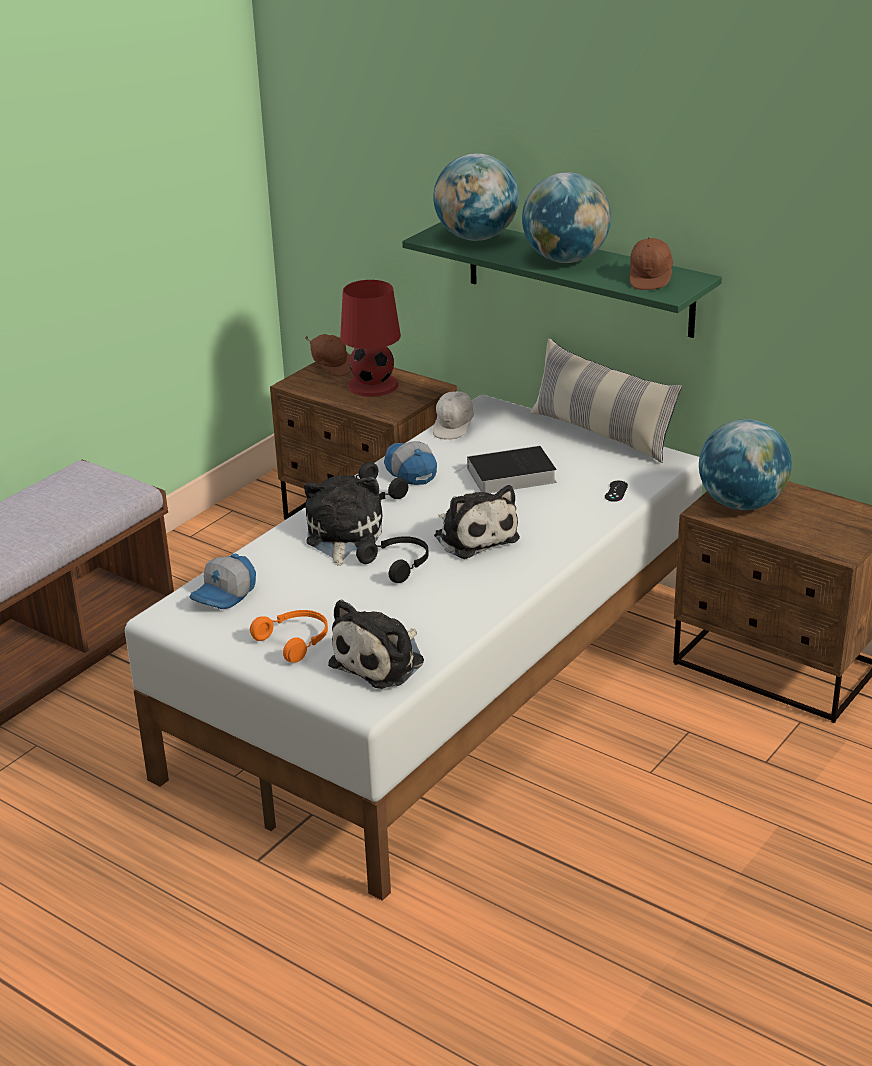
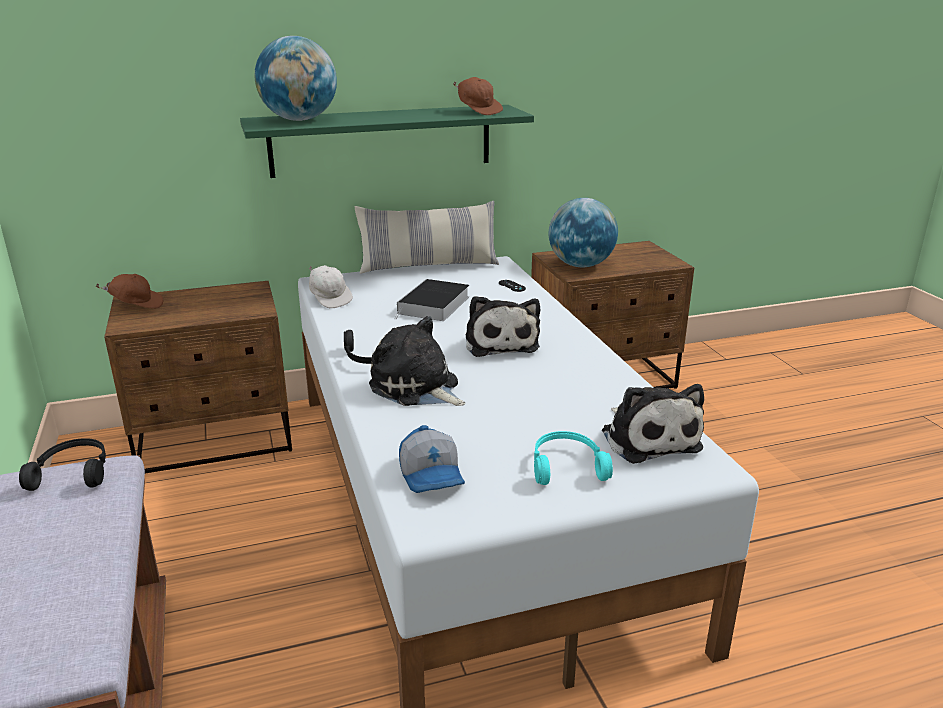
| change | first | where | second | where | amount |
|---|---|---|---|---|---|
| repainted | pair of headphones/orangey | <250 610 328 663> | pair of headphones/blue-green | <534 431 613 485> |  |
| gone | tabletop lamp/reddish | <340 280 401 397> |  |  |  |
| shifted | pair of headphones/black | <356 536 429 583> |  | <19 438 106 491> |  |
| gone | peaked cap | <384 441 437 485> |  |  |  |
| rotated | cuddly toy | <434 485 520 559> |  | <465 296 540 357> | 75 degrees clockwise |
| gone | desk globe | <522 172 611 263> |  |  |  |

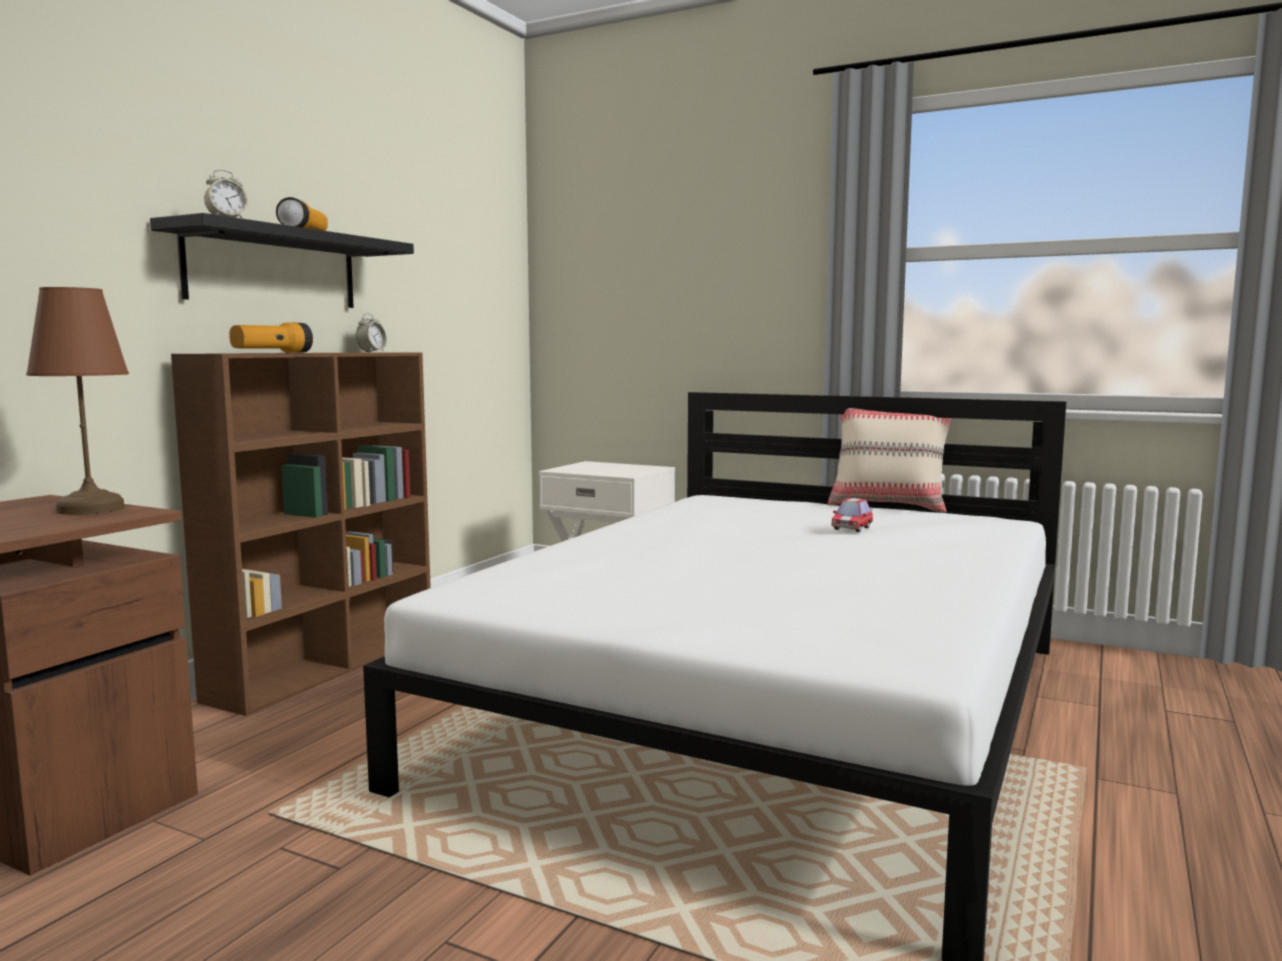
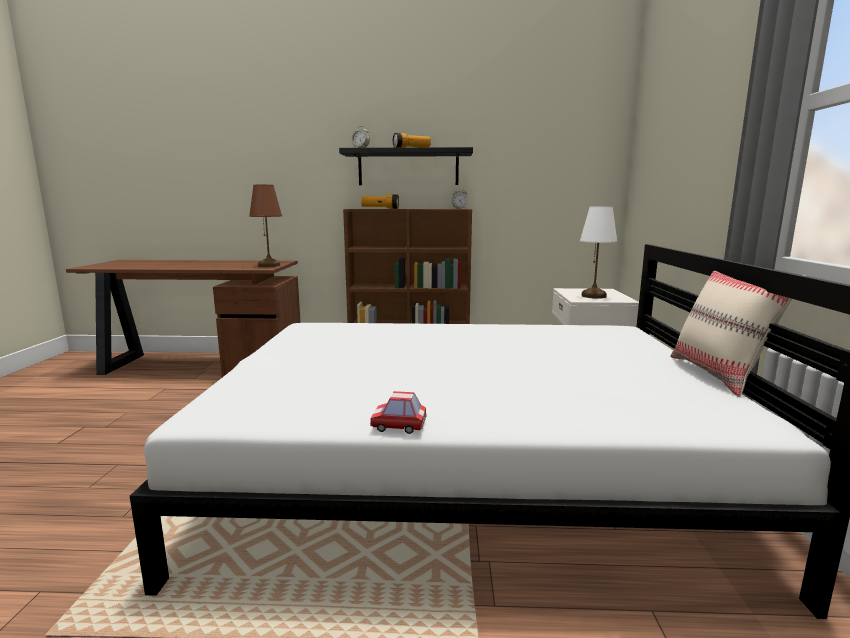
| change | first | where | second | where | amount |
|---|---|---|---|---|---|
| shifted | miniature car | <831 498 873 532> |  | <370 391 426 434> |  |
| new |  |  | tabletop lamp/white | <580 206 617 299> |  |

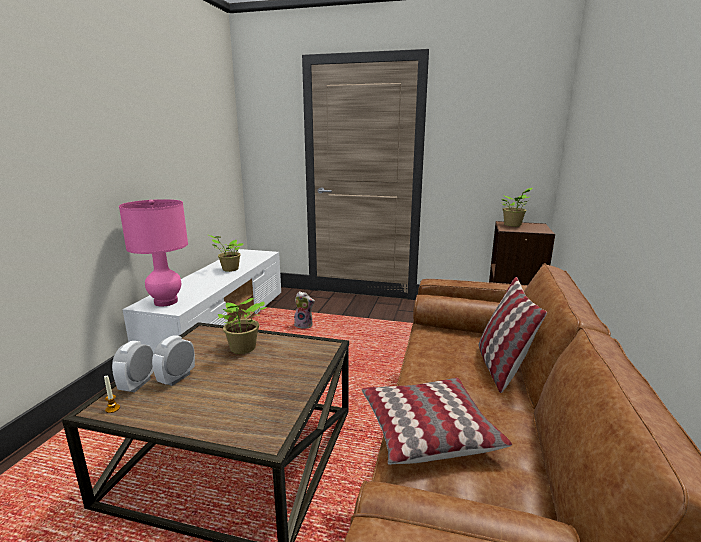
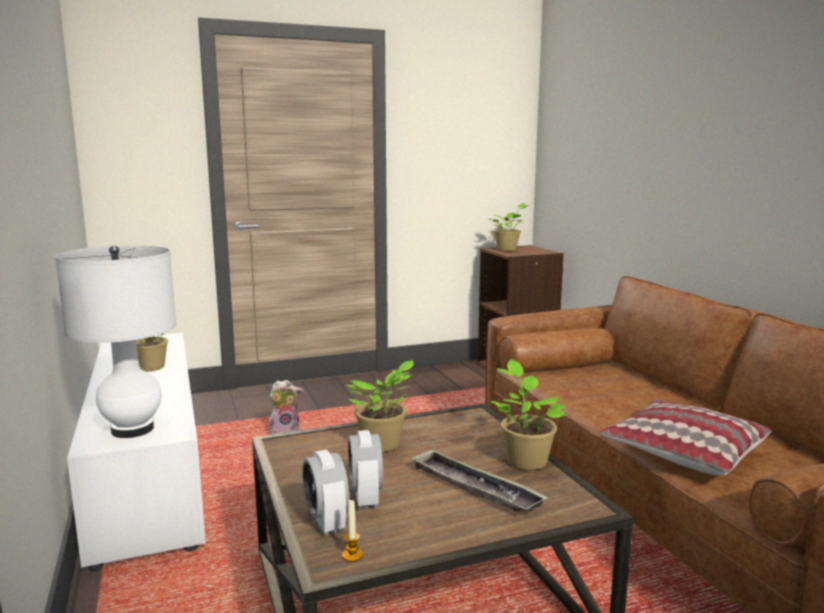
| change | first | where | second | where | amount |
|---|---|---|---|---|---|
| repainted | tabletop lamp/pink | <119 199 188 307> | tabletop lamp/white | <56 245 177 438> |  |
| gone | cushion | <479 277 547 393> |  |  |  |
| new |  |  | tray | <410 449 548 512> |  |
| new |  |  | potted plant | <490 359 565 470> |  |

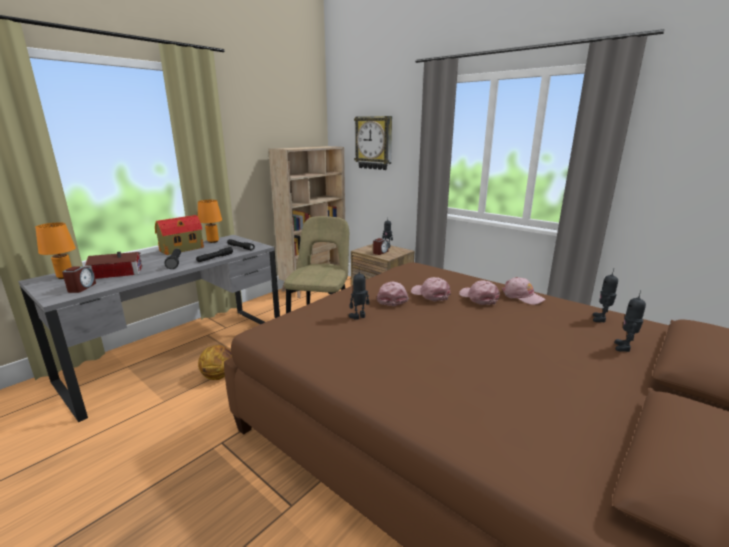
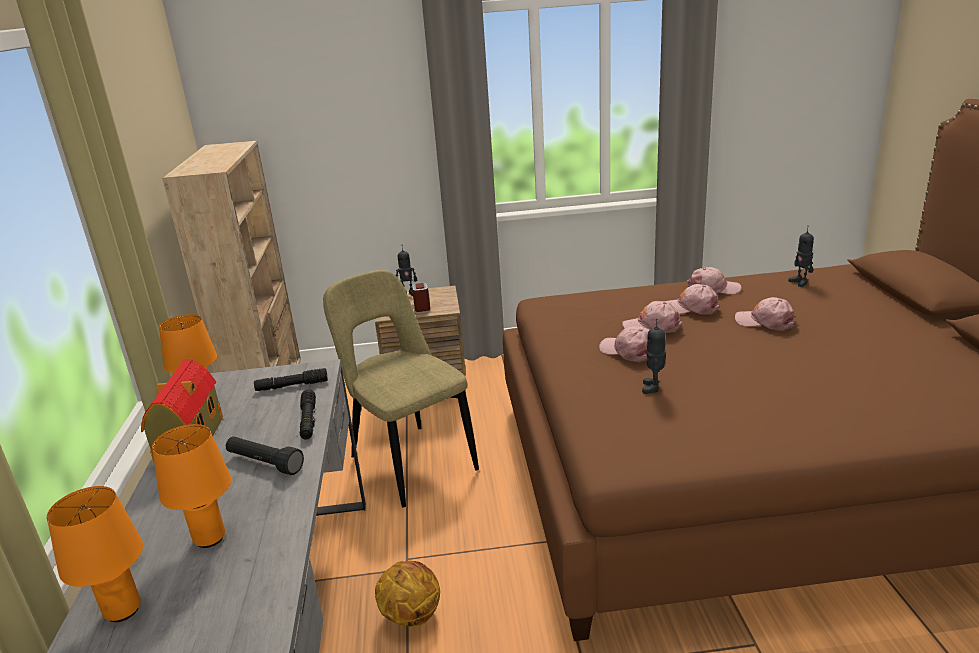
| change | first | where | second | where | amount |
|---|---|---|---|---|---|
| gone | bedside clock | <62 266 96 293> |  |  |  |
| swapped | miniature house | <85 252 142 279> | tabletop lamp/orangey | <152 424 231 548> |  |
| gone | wall clock | <354 116 392 170> |  |  |  |
| gone | robot figure | <614 290 646 352> |  |  |  |
| new |  |  | peaked cap/pink | <735 297 796 331> |  |

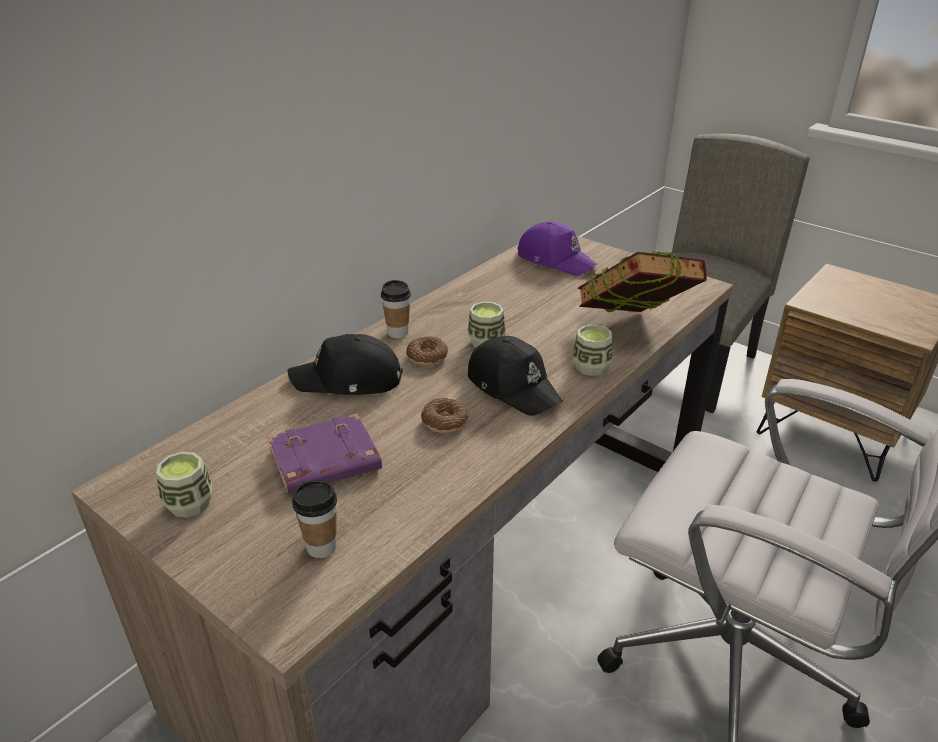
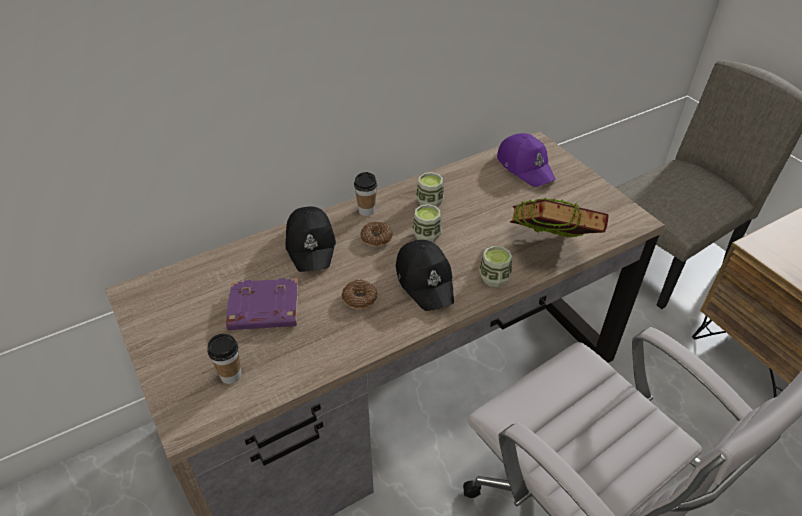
| change | first | where | second | where | amount |
|---|---|---|---|---|---|
| shifted | cup | <156 452 212 518> |  | <416 172 444 207> |  |
| rotated | peaked cap/black | <288 334 403 395> |  | <285 207 336 272> | 120 degrees counterclockwise |

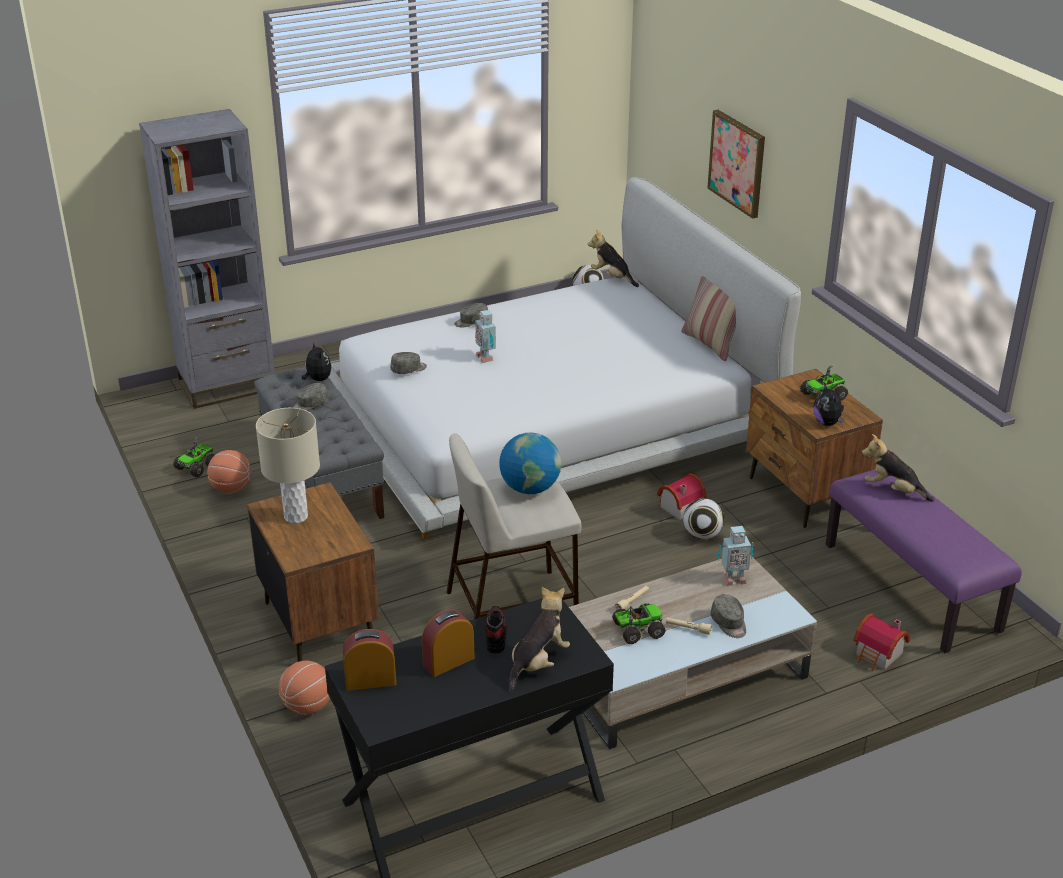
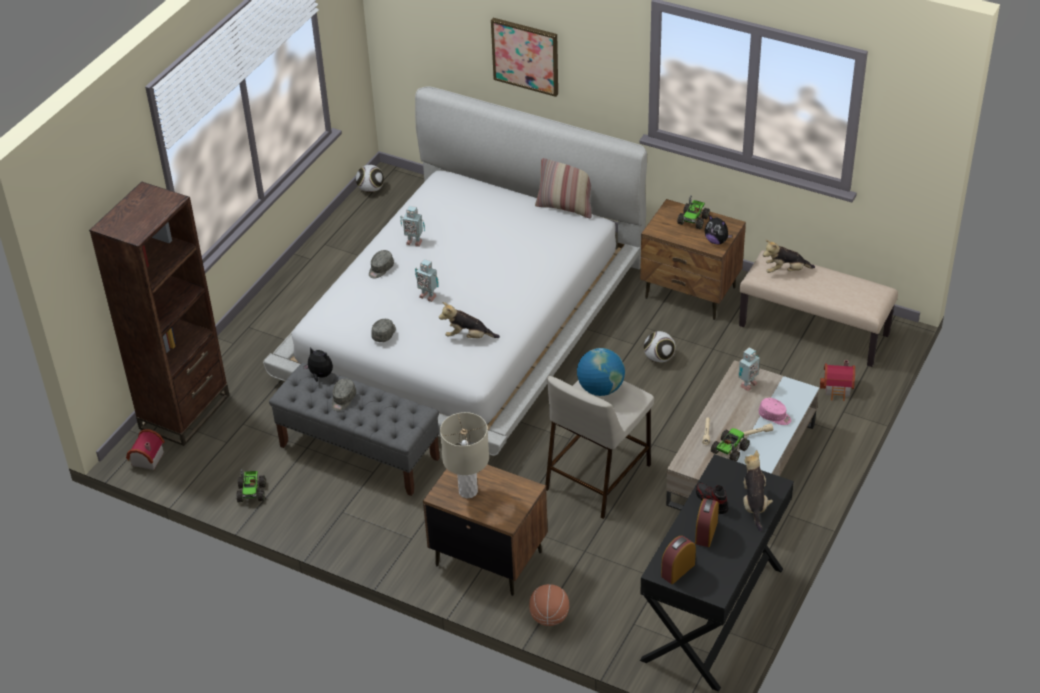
| change | first | where | second | where | amount |
|---|---|---|---|---|---|
| repainted | bookcase/gray | <139 109 275 409> | bookcase/brownish | <89 181 229 446> |  |
| gone | basketball | <207 450 251 493> |  |  |  |
| shifted | cuddly toy | <588 230 639 287> |  | <439 302 500 338> |  |
| shifted | miniature house | <657 473 706 520> |  | <126 429 165 470> |  |
| repainted | peaked cap/gray | <711 594 746 638> | peaked cap/pink | <759 398 791 425> |  |
| repainted | bench/purple-coloured | <826 469 1022 654> | bench/beige-coloured | <739 250 898 367> |  |
| new |  |  | robot figure | <400 206 425 247> |  |

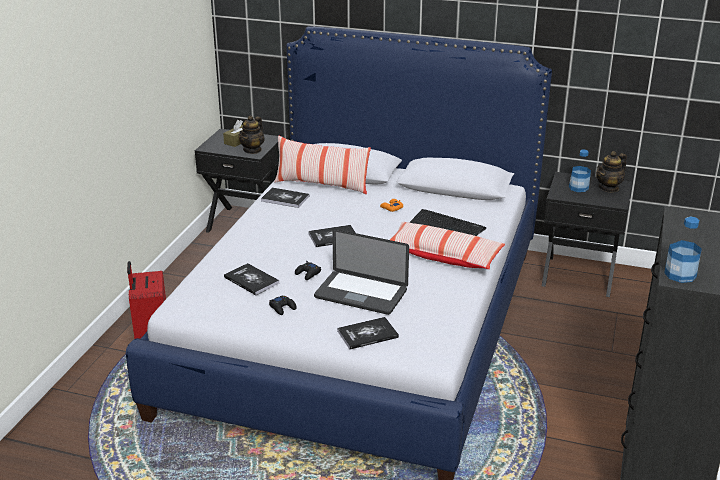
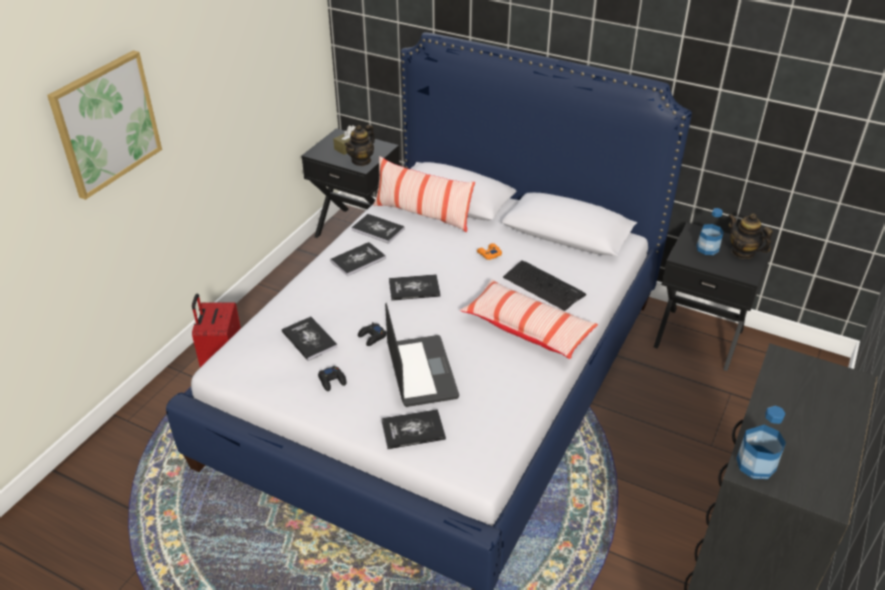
| change | first | where | second | where | amount |
|---|---|---|---|---|---|
| rotated | laptop | <314 229 409 315> |  | <385 303 459 407> | 135 degrees counterclockwise |
| rotated | pot for tea | <596 151 627 193> |  | <728 213 773 259> | 75 degrees clockwise |
| new |  |  | wall picture | <47 50 162 200> |  |
| new |  |  | volume | <330 242 386 276> |  |

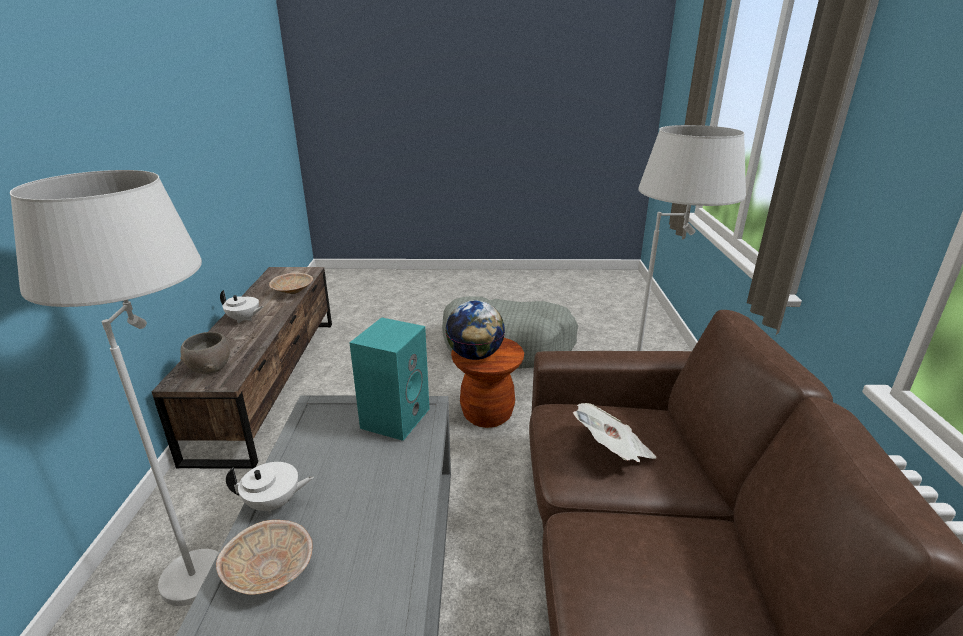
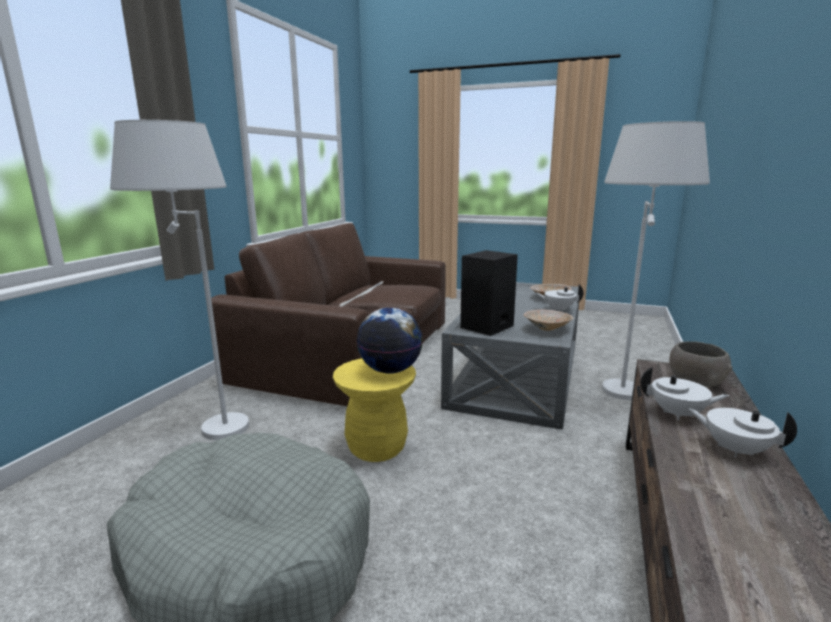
| change | first | where | second | where | amount |
|---|---|---|---|---|---|
| shifted | serving bowl/beige-coloured | <269 273 313 294> |  | <524 310 574 331> |  |
| repainted | audio speaker/blue-green | <350 317 430 441> | audio speaker/black | <460 250 518 336> |  |
| repainted | stool seat/brownish | <451 338 524 428> | stool seat/yellowish | <333 358 416 462> |  |
| new |  |  | pot for tea/white | <641 367 730 421> |  |

